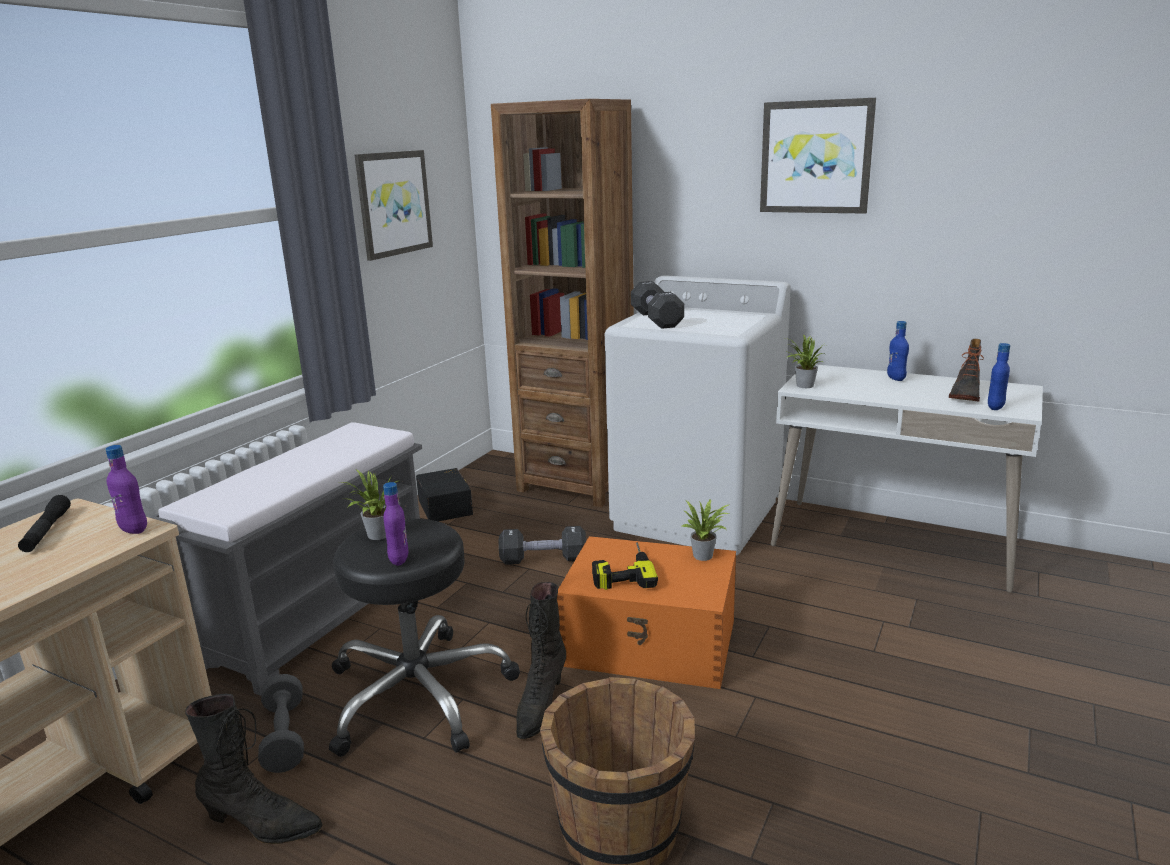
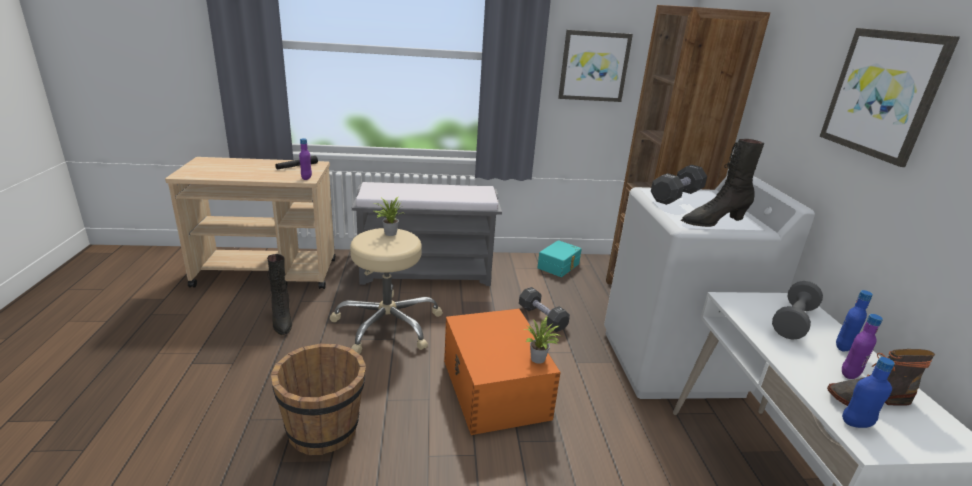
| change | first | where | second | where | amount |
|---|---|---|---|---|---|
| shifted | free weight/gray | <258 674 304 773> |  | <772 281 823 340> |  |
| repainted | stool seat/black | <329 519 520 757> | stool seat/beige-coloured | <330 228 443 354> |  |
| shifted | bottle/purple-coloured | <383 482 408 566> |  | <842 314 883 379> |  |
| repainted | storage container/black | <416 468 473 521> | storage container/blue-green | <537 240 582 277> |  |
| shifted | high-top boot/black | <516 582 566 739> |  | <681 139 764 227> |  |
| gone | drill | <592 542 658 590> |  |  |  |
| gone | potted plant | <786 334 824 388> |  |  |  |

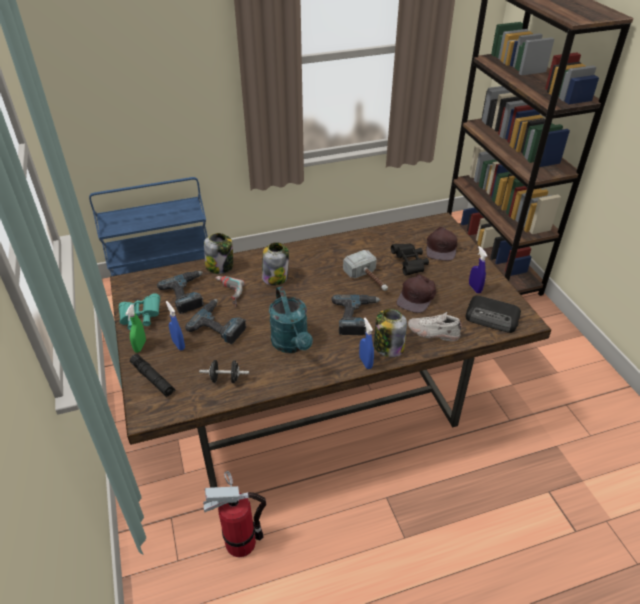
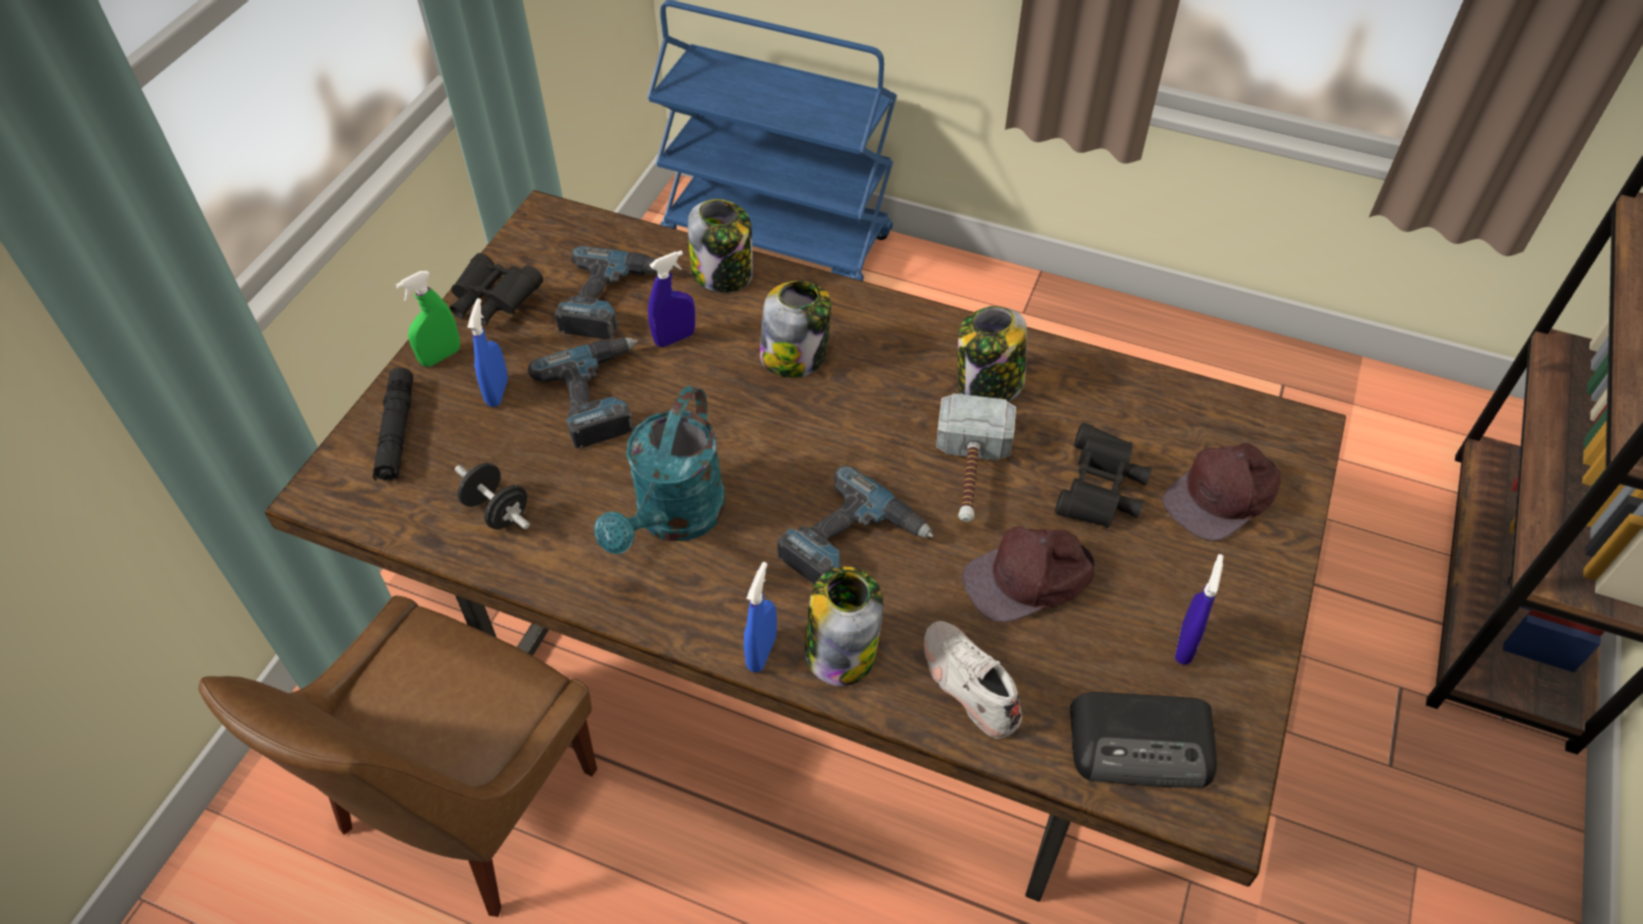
| change | first | where | second | where | amount |
|---|---|---|---|---|---|
| repainted | pair of binoculars/blue-green | <119 293 160 330> | pair of binoculars/black | <450 253 543 325> |  |
| swapped | fire extinguisher | <203 471 267 557> | chair/brownish | <198 596 597 917> |  |
| swapped | drill | <216 276 245 307> | hand sprayer/blue-coloured | <648 250 695 347> |  |
| rotated | radio receiver | <466 296 521 333> |  | <1070 692 1217 788> | 60 degrees counterclockwise |
| new |  |  | preserve jar | <958 306 1027 402> |  |

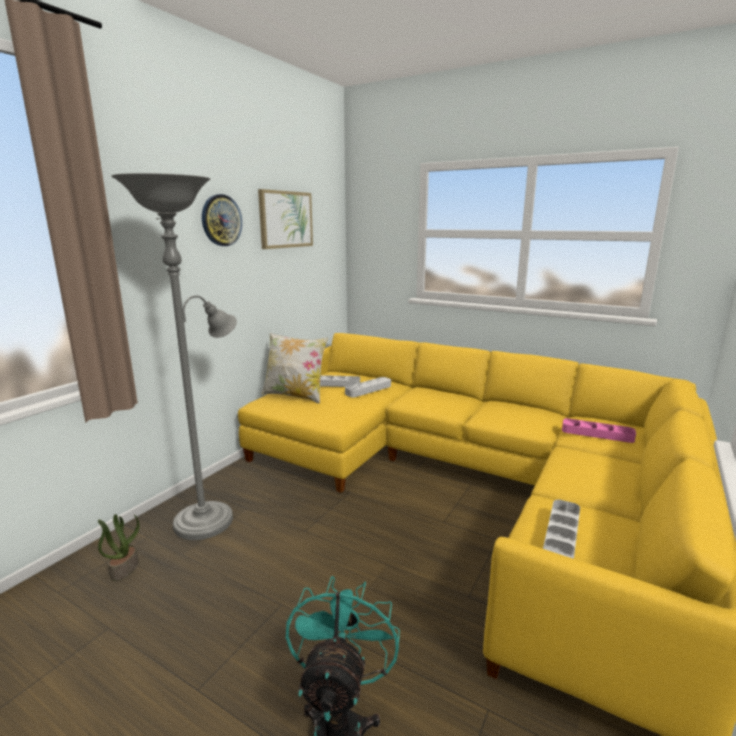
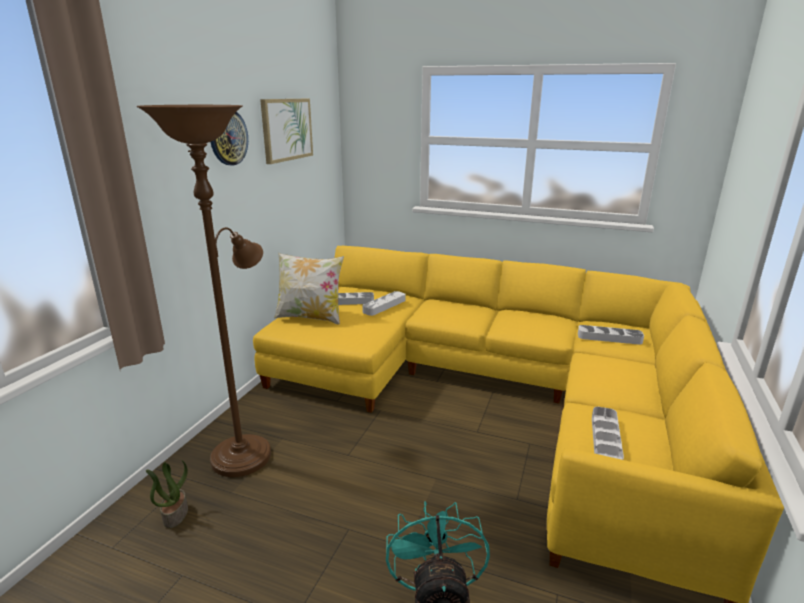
| change | first | where | second | where | amount |
|---|---|---|---|---|---|
| repainted | floor lamp/gray | <112 173 237 540> | floor lamp/brownish | <137 105 271 477> |  |
| repainted | tray/pink | <562 418 636 443> | tray/gray | <578 325 644 345> |  |

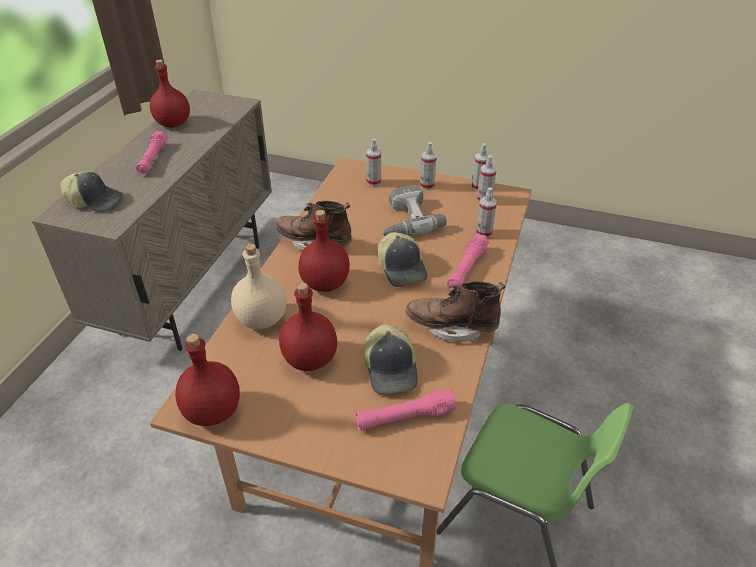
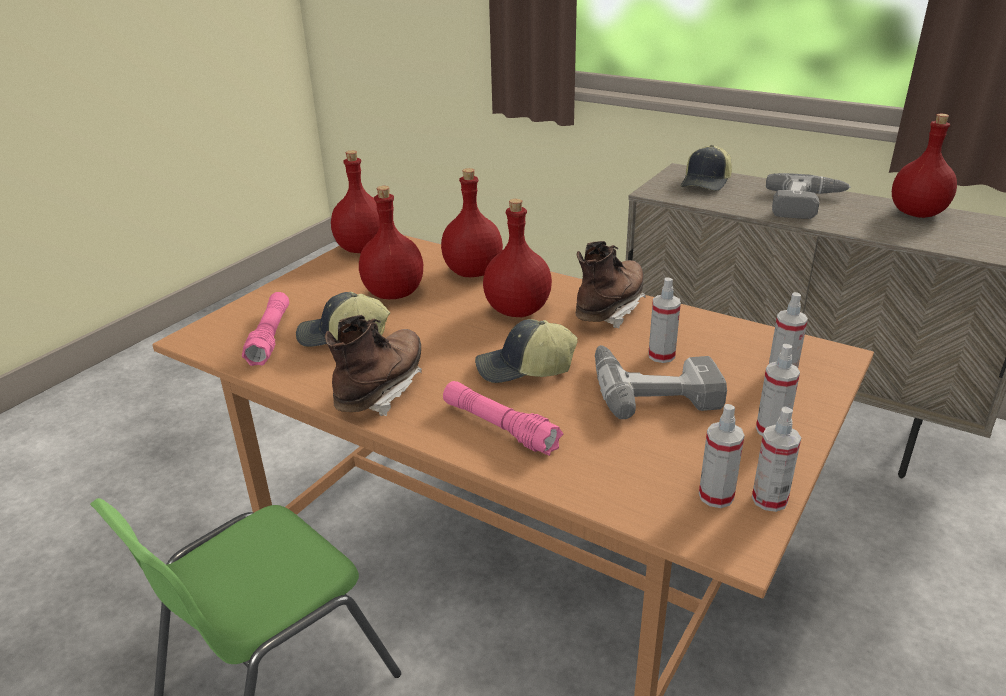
| change | first | where | second | where | amount |
|---|---|---|---|---|---|
| swapped | torch/pink | <136 131 167 175> | drill | <766 173 851 219> |  |
| repainted | bottle/beige-coloured | <231 244 286 329> | bottle/reddish | <441 168 503 277> |  |
| shifted | hand sprayer | <476 187 497 238> |  | <648 277 681 363> |  |

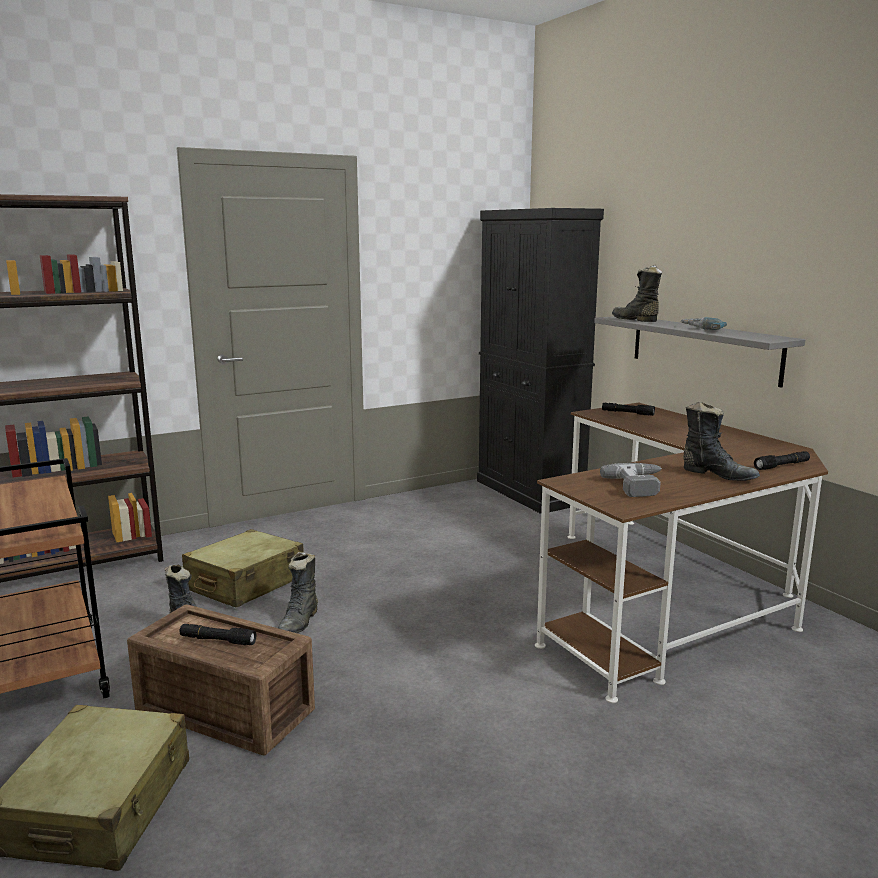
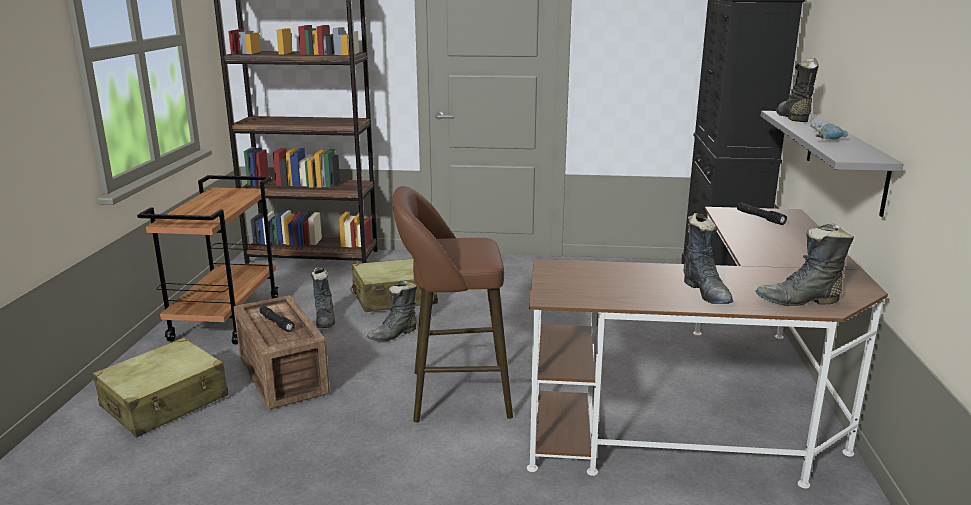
| change | first | where | second | where | amount |
|---|---|---|---|---|---|
| gone | drill | <600 463 662 497> |  |  |  |
| swapped | torch/black | <754 451 810 470> | high-top boot/black | <755 223 854 306> |  |
| new |  |  | stool seat/brownish | <392 186 513 423> |  |

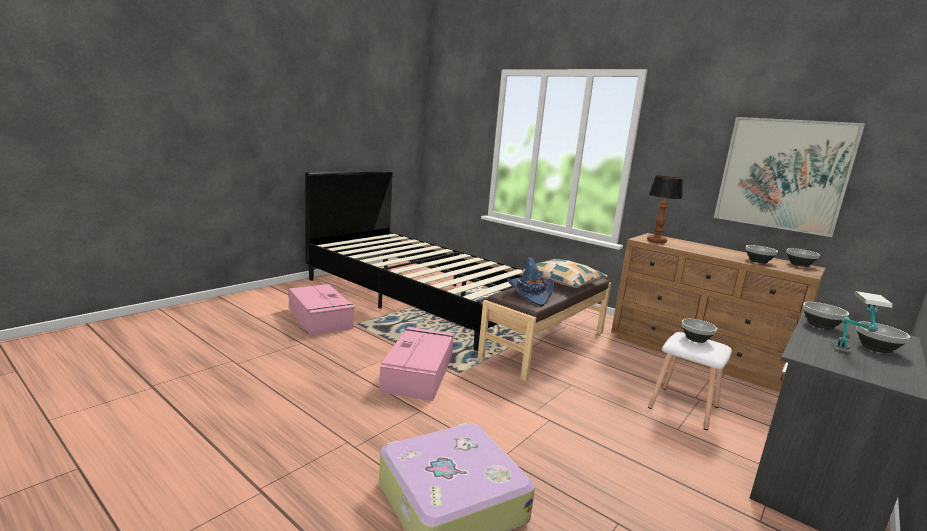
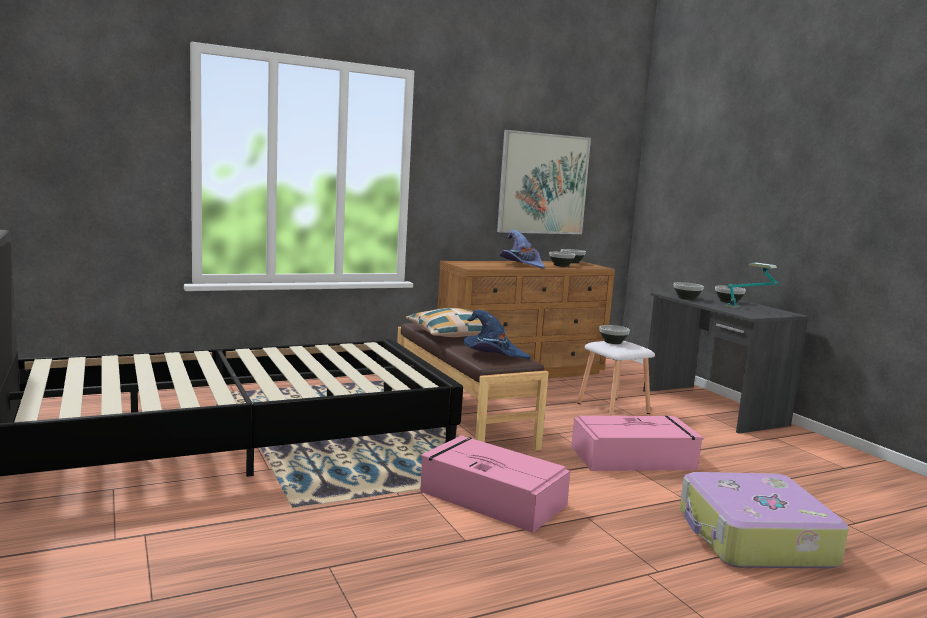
| change | first | where | second | where | amount |
|---|---|---|---|---|---|
| shifted | storage container/pink | <289 284 355 336> |  | <571 416 703 471> |  |
| gone | tabletop lamp | <647 176 683 243> |  |  |  |
| new |  |  | hat/purple-coloured | <500 230 545 269> |  |

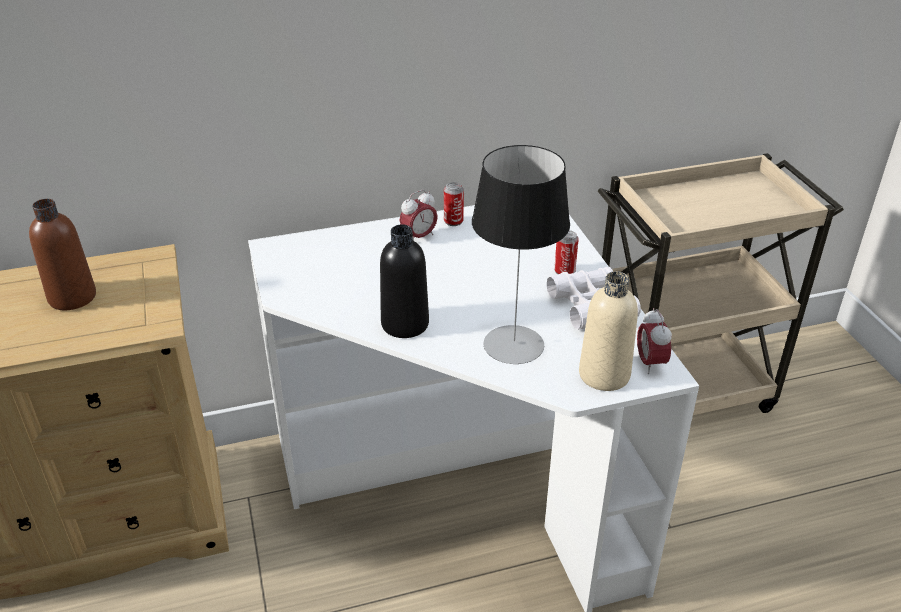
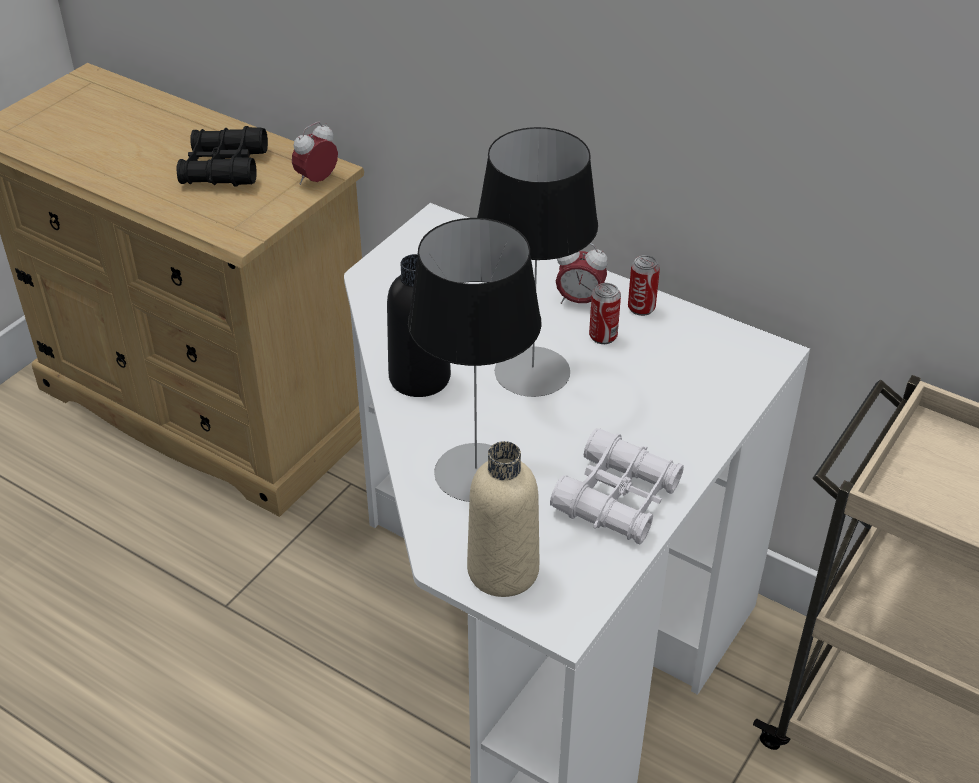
| change | first | where | second | where | amount |
|---|---|---|---|---|---|
| swapped | bottle/brownish | <29 199 96 310> | pair of binoculars/black | <176 126 268 187> |  |
| shifted | metal can | <554 230 579 274> |  | <589 283 621 344> |  |
| shifted | bedside clock | <637 308 672 374> |  | <292 122 338 185> |  |
| new |  |  | tabletop lamp | <477 127 598 397> |  |

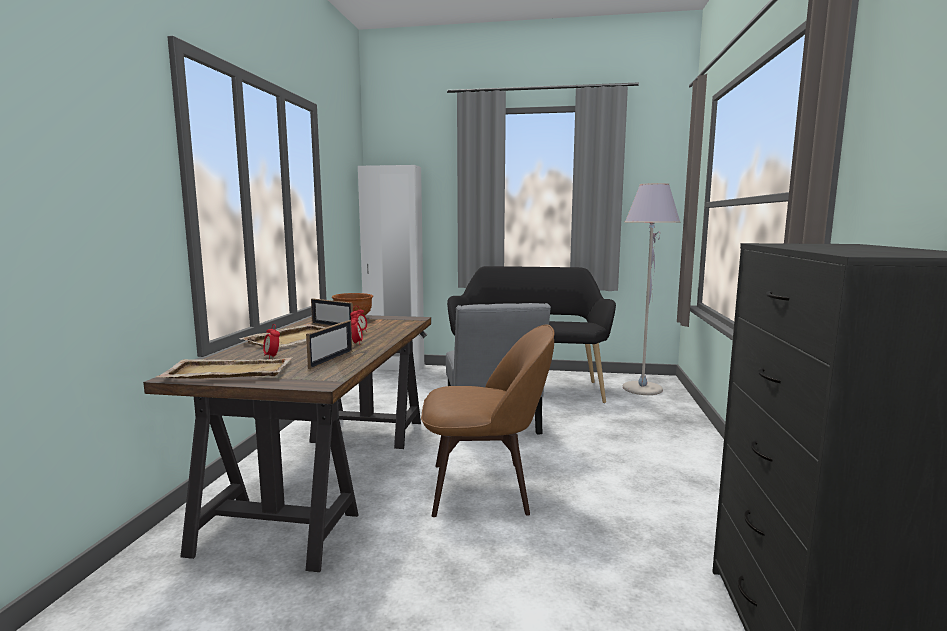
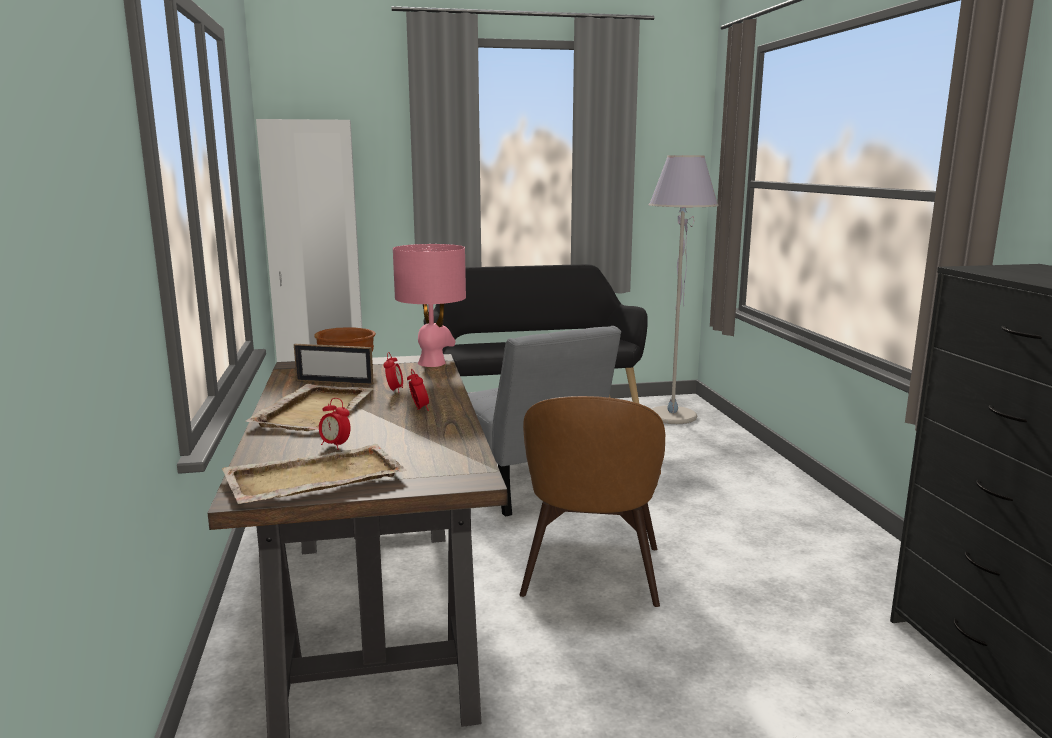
| change | first | where | second | where | amount |
|---|---|---|---|---|---|
| gone | photo frame | <306 320 352 369> |  |  |  |
| rotated | chair/brownish | <421 324 554 517> |  | <520 396 665 607> | 120 degrees clockwise |
| new |  |  | tabletop lamp/pink | <393 244 466 367> |  |

